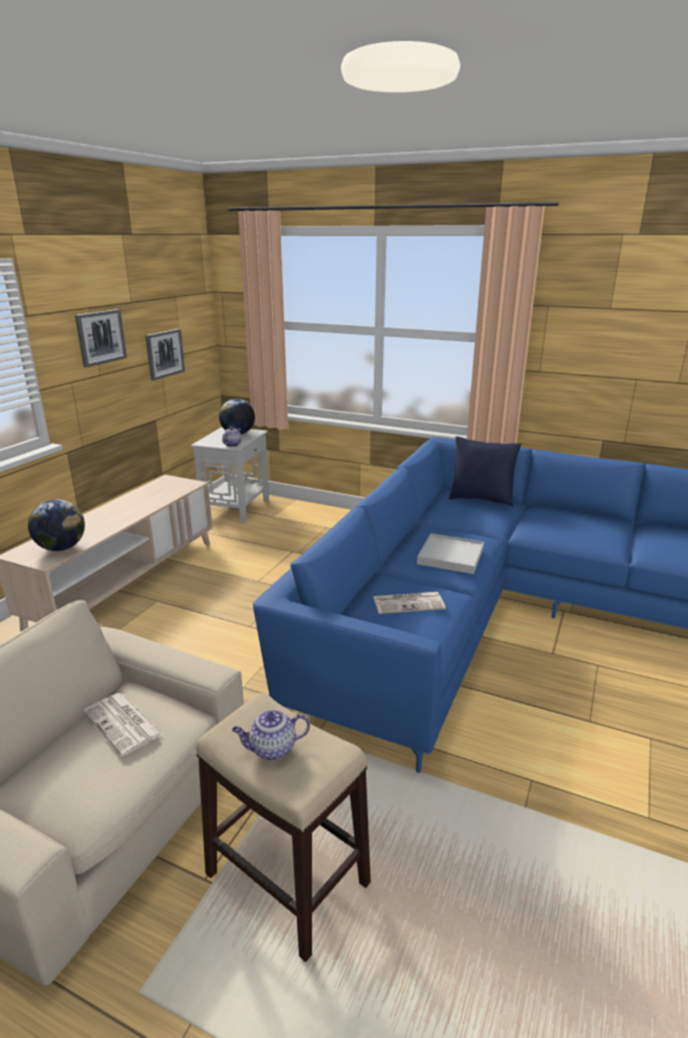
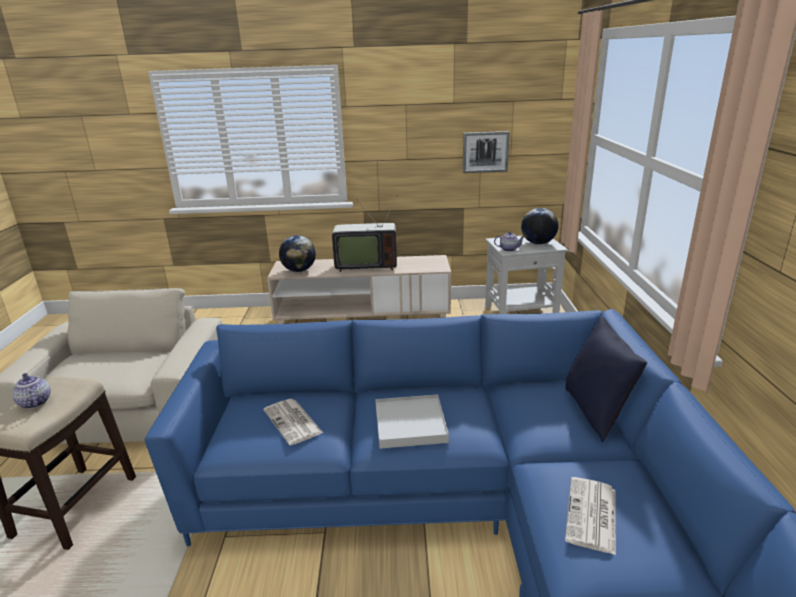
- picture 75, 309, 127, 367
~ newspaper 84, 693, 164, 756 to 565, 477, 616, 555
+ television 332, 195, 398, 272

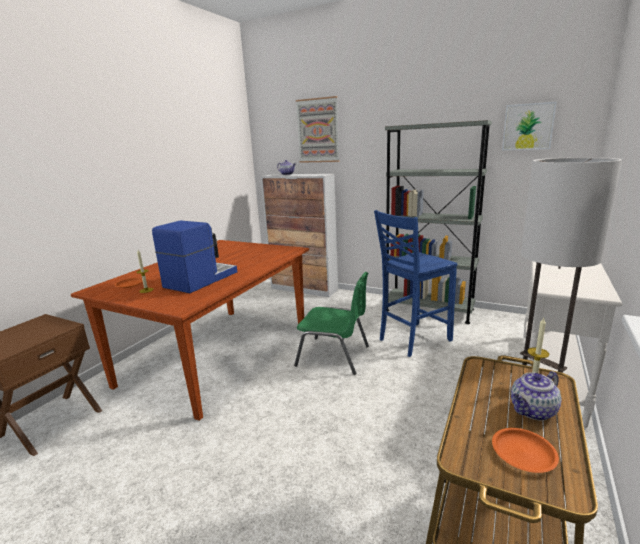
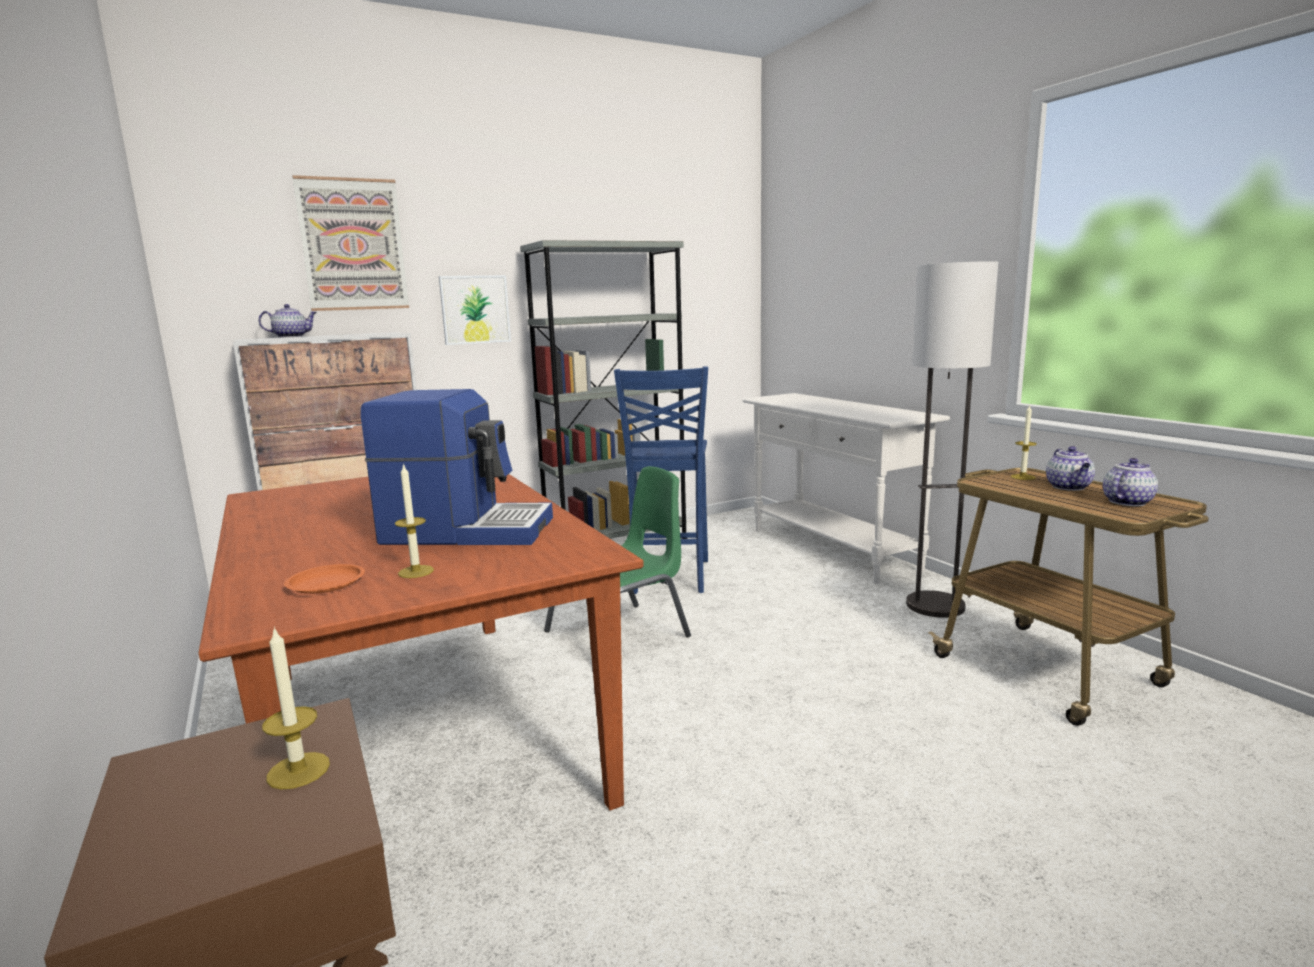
~ coffee machine 152, 221, 237, 293 = 361, 389, 553, 545 120 degrees clockwise
~ orange plate 492, 428, 559, 473 to teapot 1103, 458, 1158, 506
~ picture 502, 102, 557, 150 to 439, 275, 511, 345
+ candle 262, 626, 330, 790

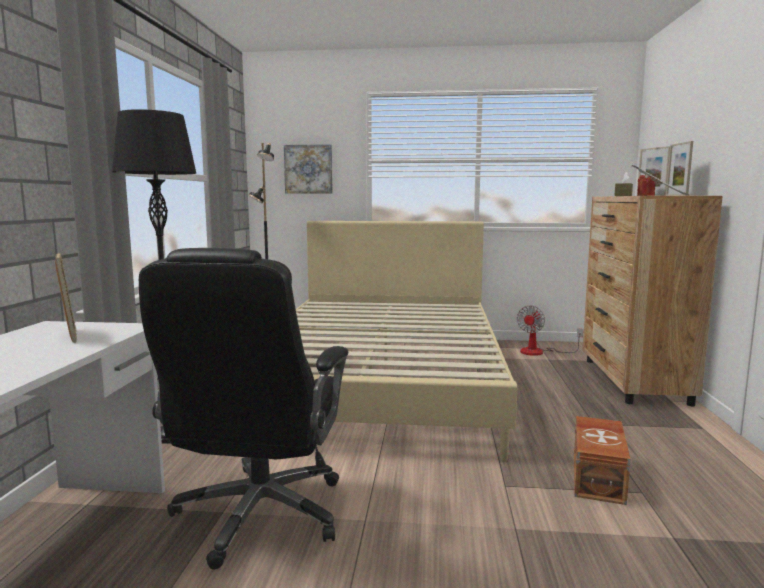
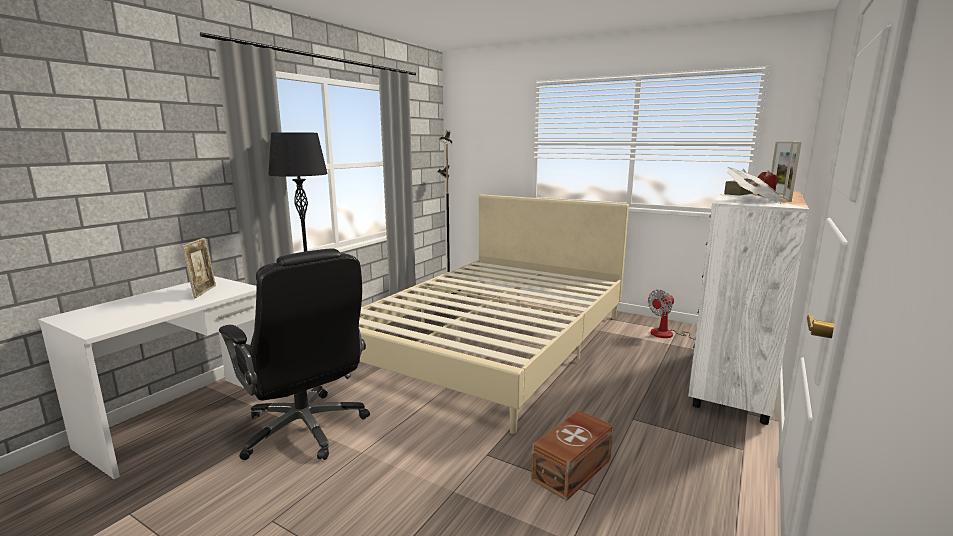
~ black office chair 139, 248, 348, 570 = 219, 249, 370, 460 75 degrees counterclockwise
- picture 284, 144, 333, 194
~ brown dresser 582, 196, 722, 407 to white dresser 688, 190, 809, 425

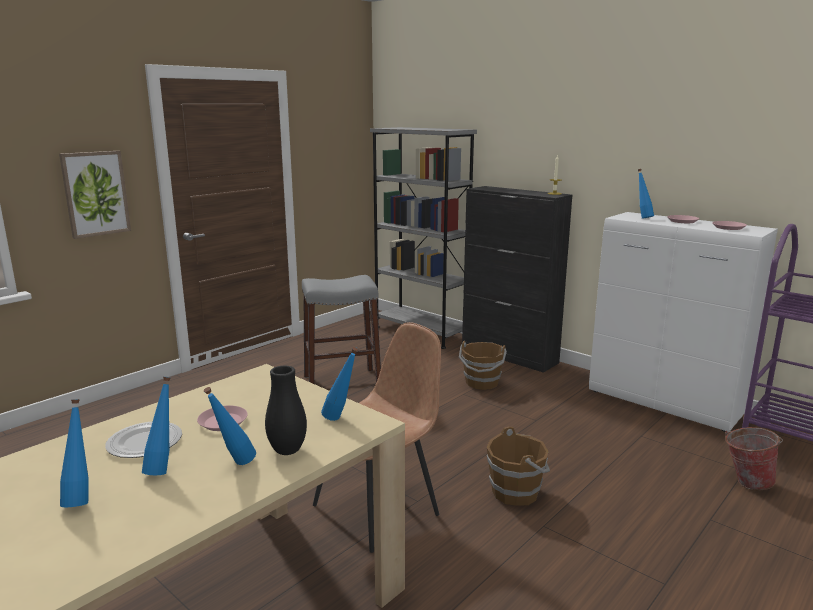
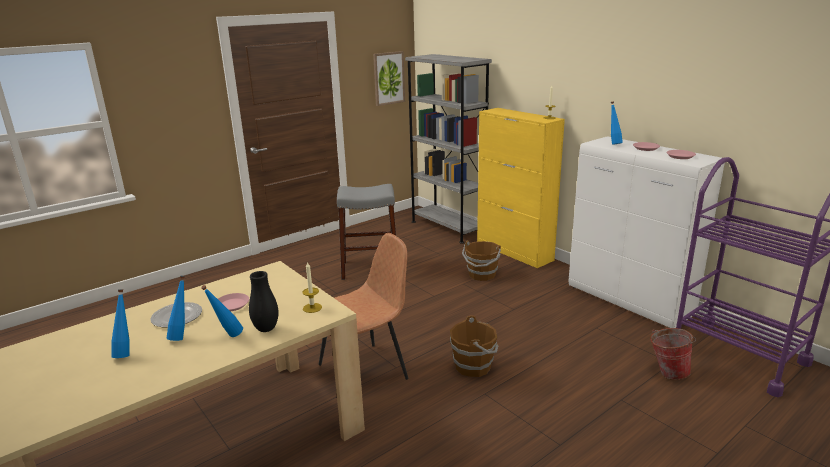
~ picture 59, 151, 131, 239 to 373, 51, 405, 106
~ blue bottle 321, 347, 358, 421 to candle 302, 261, 322, 313
~ black cabinet 462, 186, 572, 373 to yellow cabinet 477, 108, 565, 268

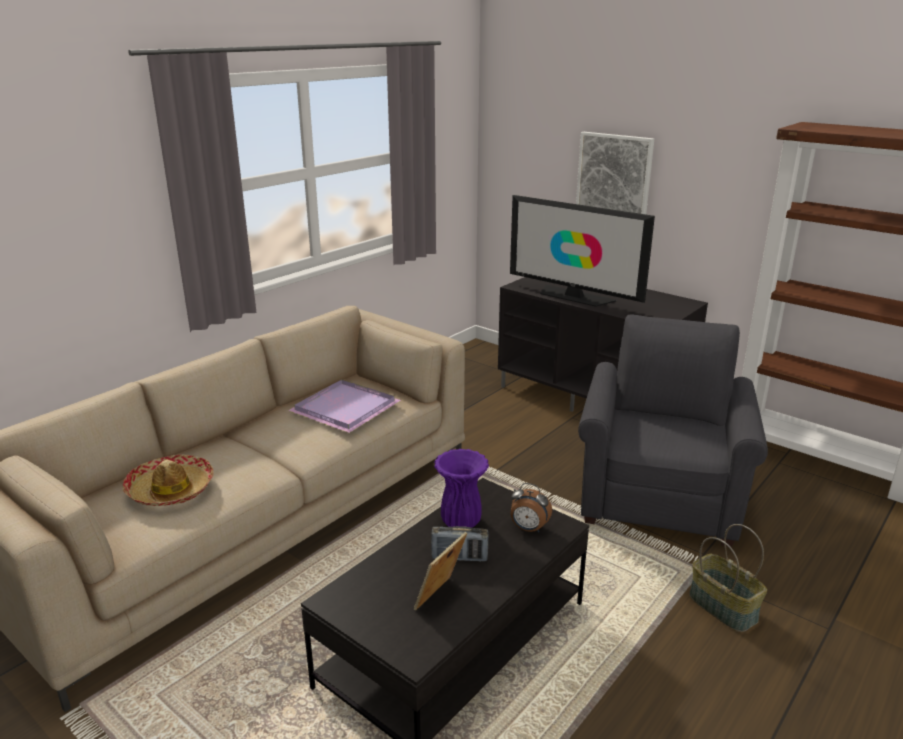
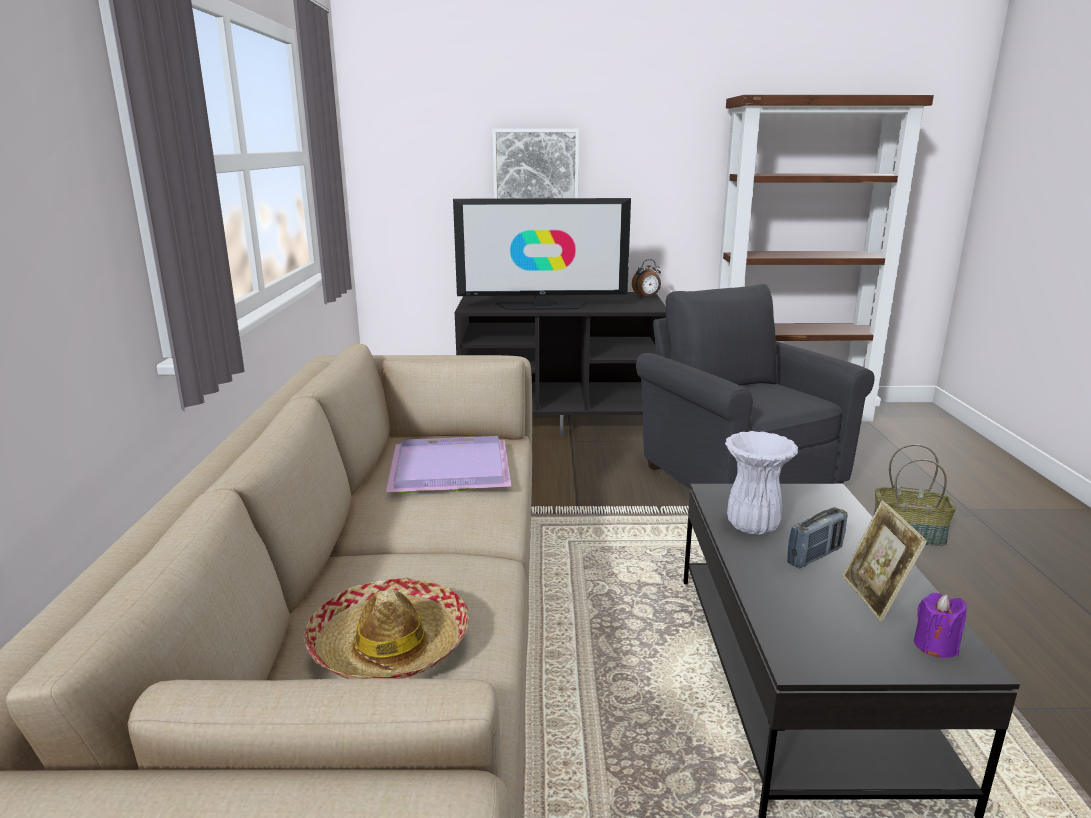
~ purple vase 434, 449, 489, 528 to white vase 725, 431, 798, 535
~ alarm clock 511, 483, 552, 533 to 632, 259, 661, 298
+ purple candle 914, 593, 967, 658

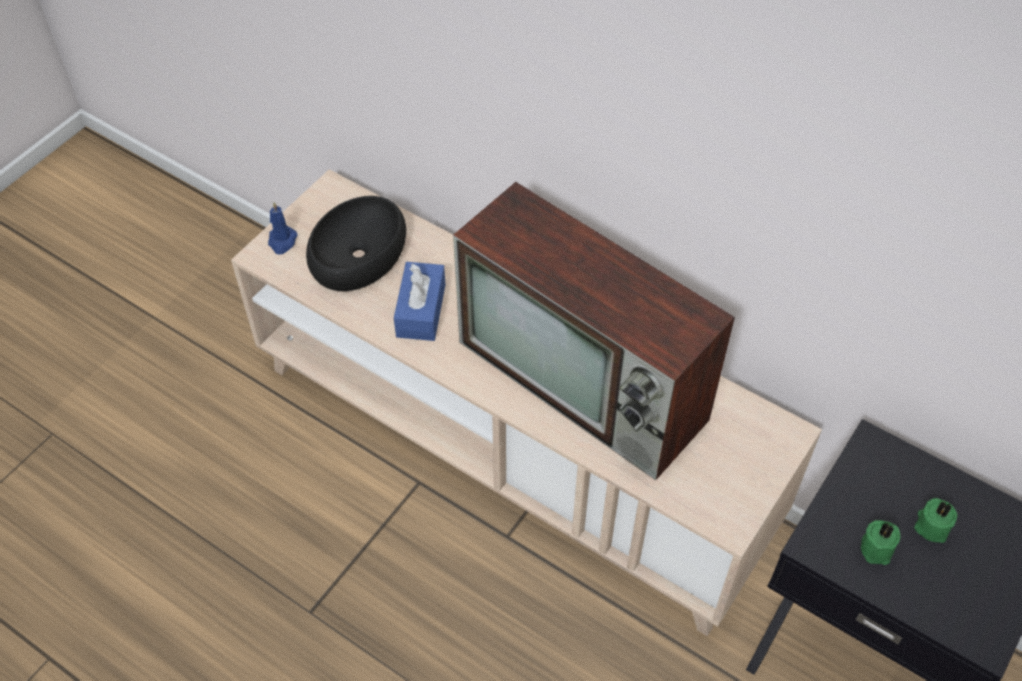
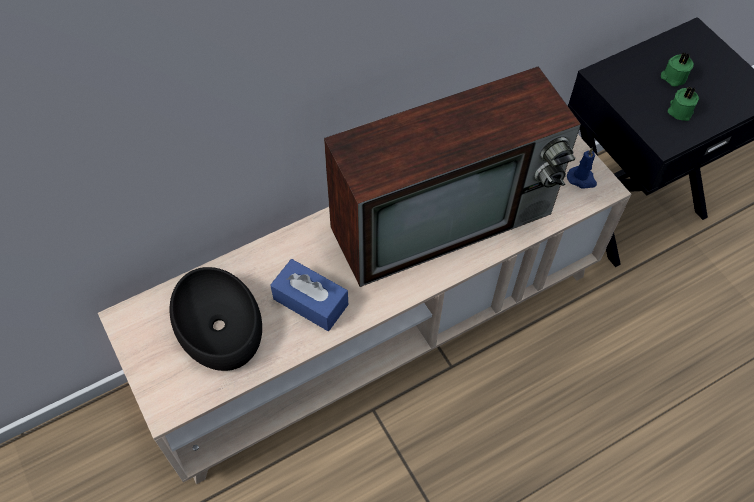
~ blue candle 268, 202, 298, 255 to 567, 147, 597, 189

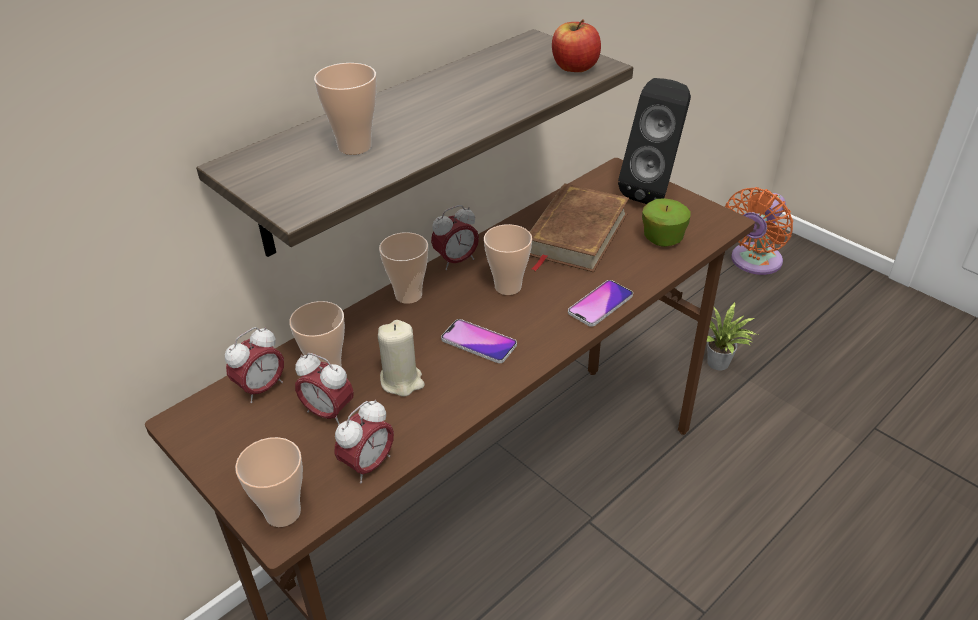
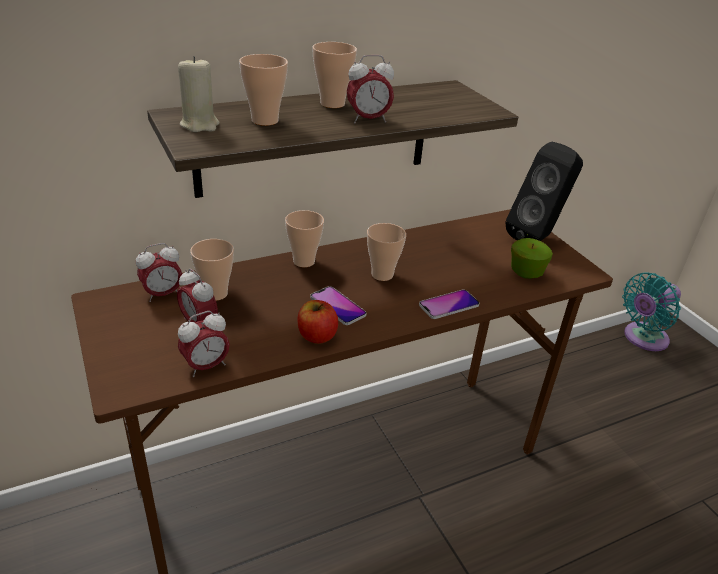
~ cup 235, 437, 303, 527 to 312, 42, 357, 108
~ beige candle 378, 320, 425, 397 to 178, 56, 219, 132
~ alarm clock 431, 205, 479, 270 to 347, 55, 394, 124
- brown book 530, 183, 629, 272
~ apple 552, 19, 601, 72 to 298, 300, 338, 344
- potted plant 707, 302, 758, 370
~ orange fan 725, 187, 793, 275 to turquoise fan 622, 273, 681, 351

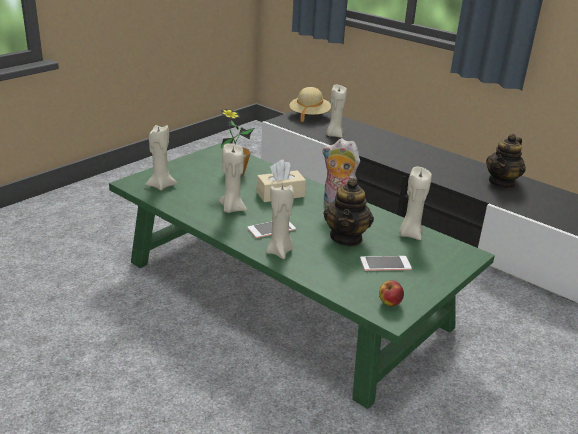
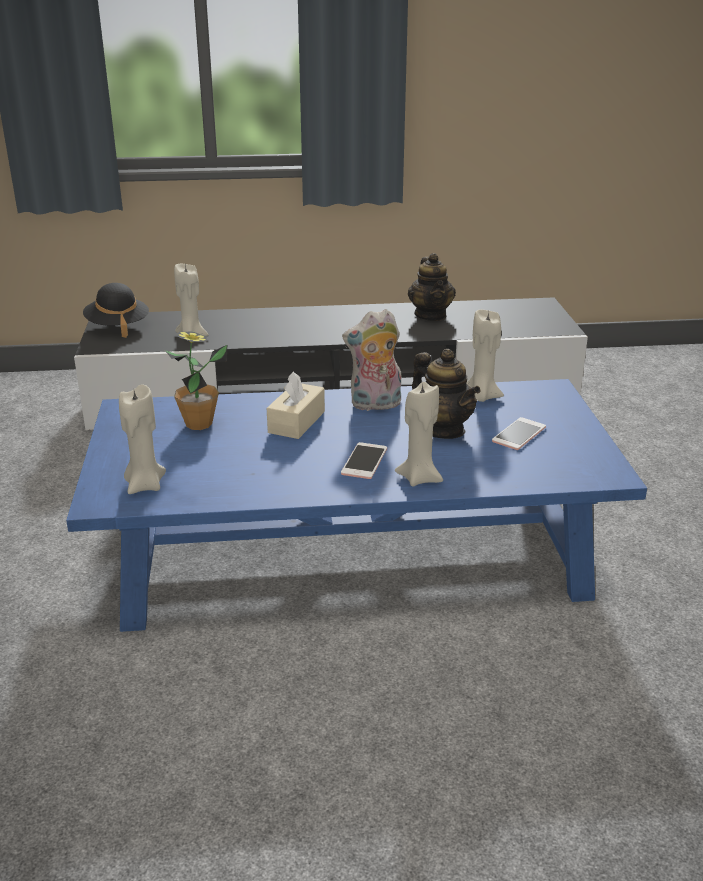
~ green coffee table 109, 143, 495, 409 to blue coffee table 66, 379, 647, 632
- beige candle 219, 143, 247, 213
~ beige hat 289, 87, 331, 123 to black hat 83, 283, 149, 338
- apple 379, 280, 404, 306

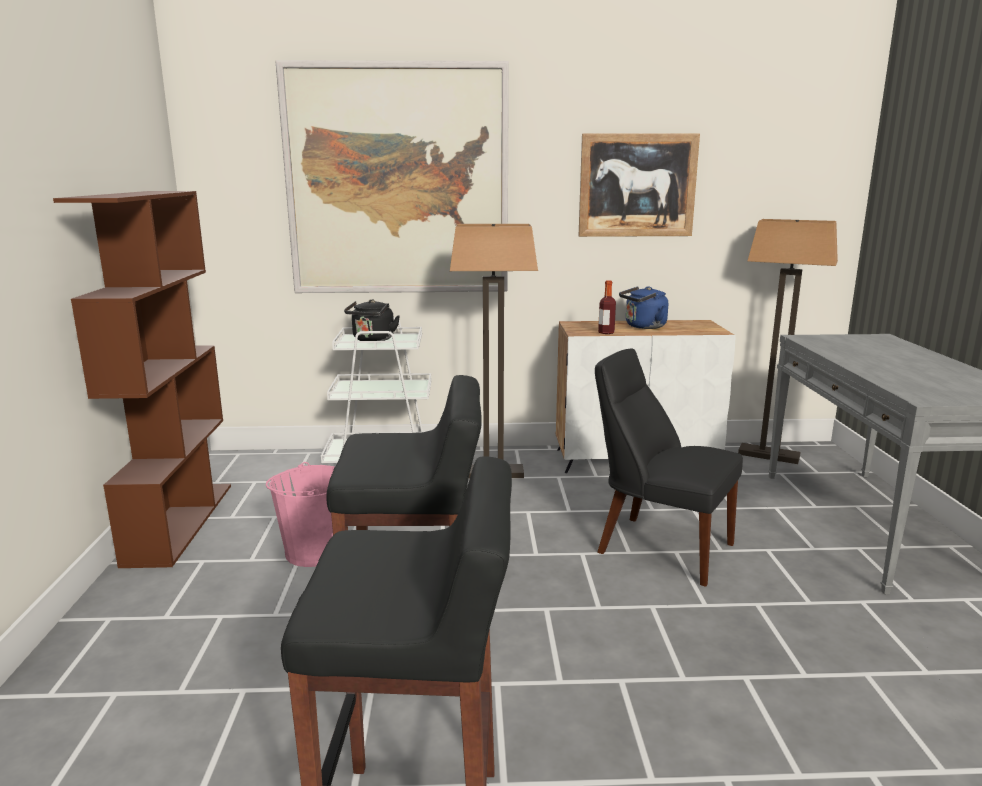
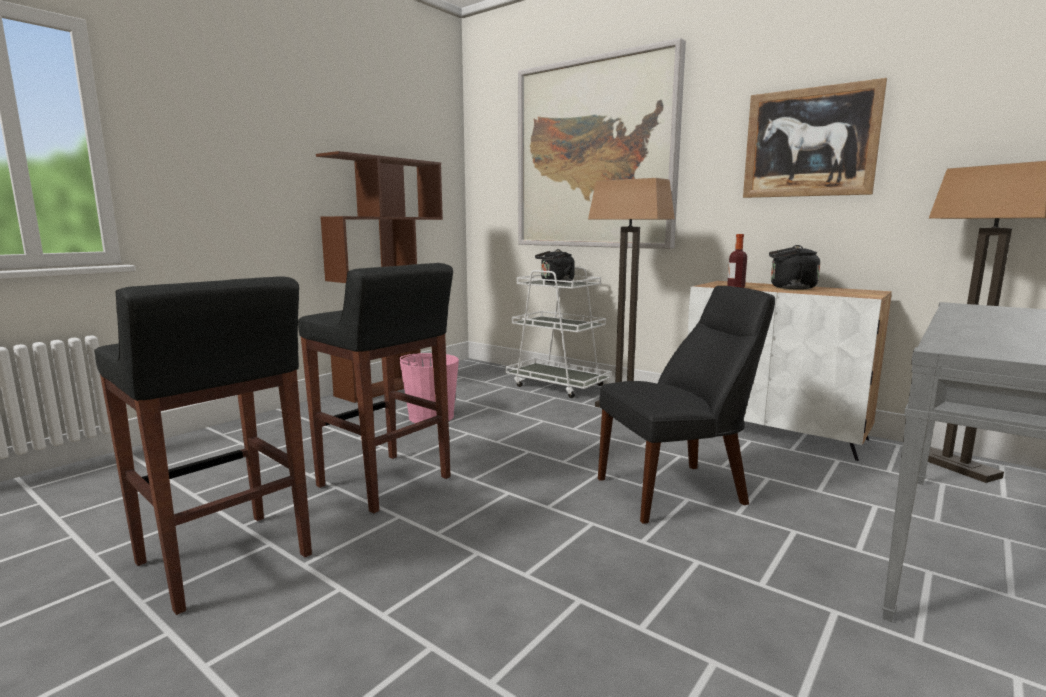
~ black chair 595, 348, 743, 587 = 598, 286, 775, 524 90 degrees clockwise
~ blue kettle 619, 286, 668, 329 to black kettle 769, 245, 820, 289

